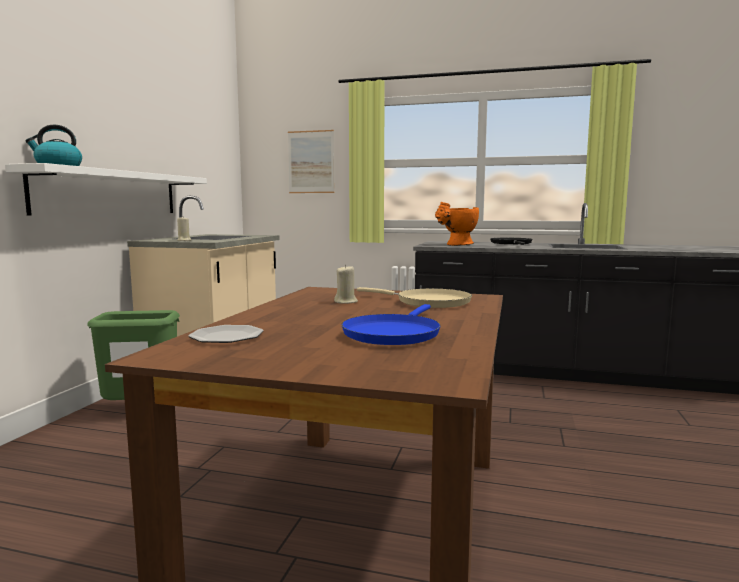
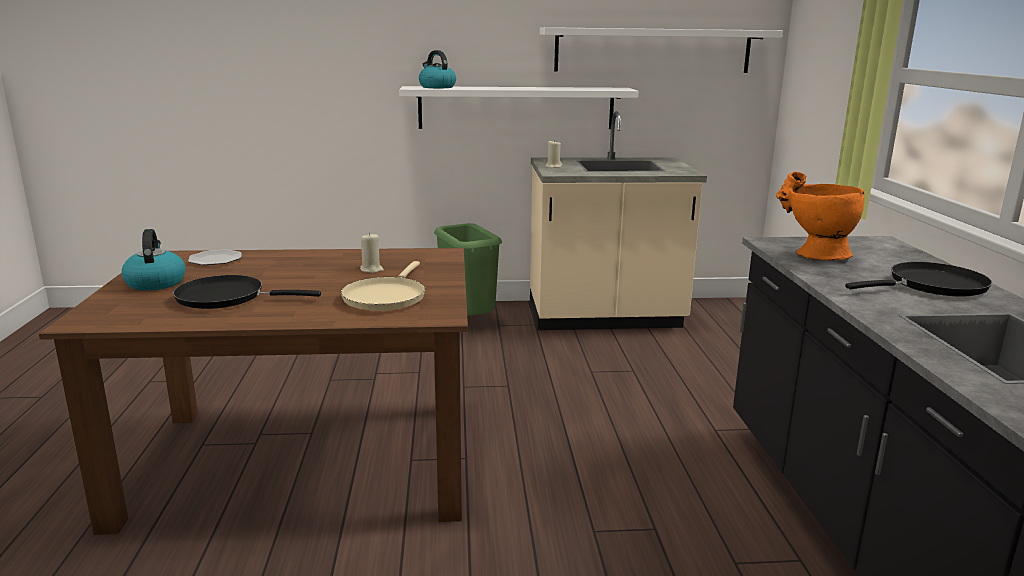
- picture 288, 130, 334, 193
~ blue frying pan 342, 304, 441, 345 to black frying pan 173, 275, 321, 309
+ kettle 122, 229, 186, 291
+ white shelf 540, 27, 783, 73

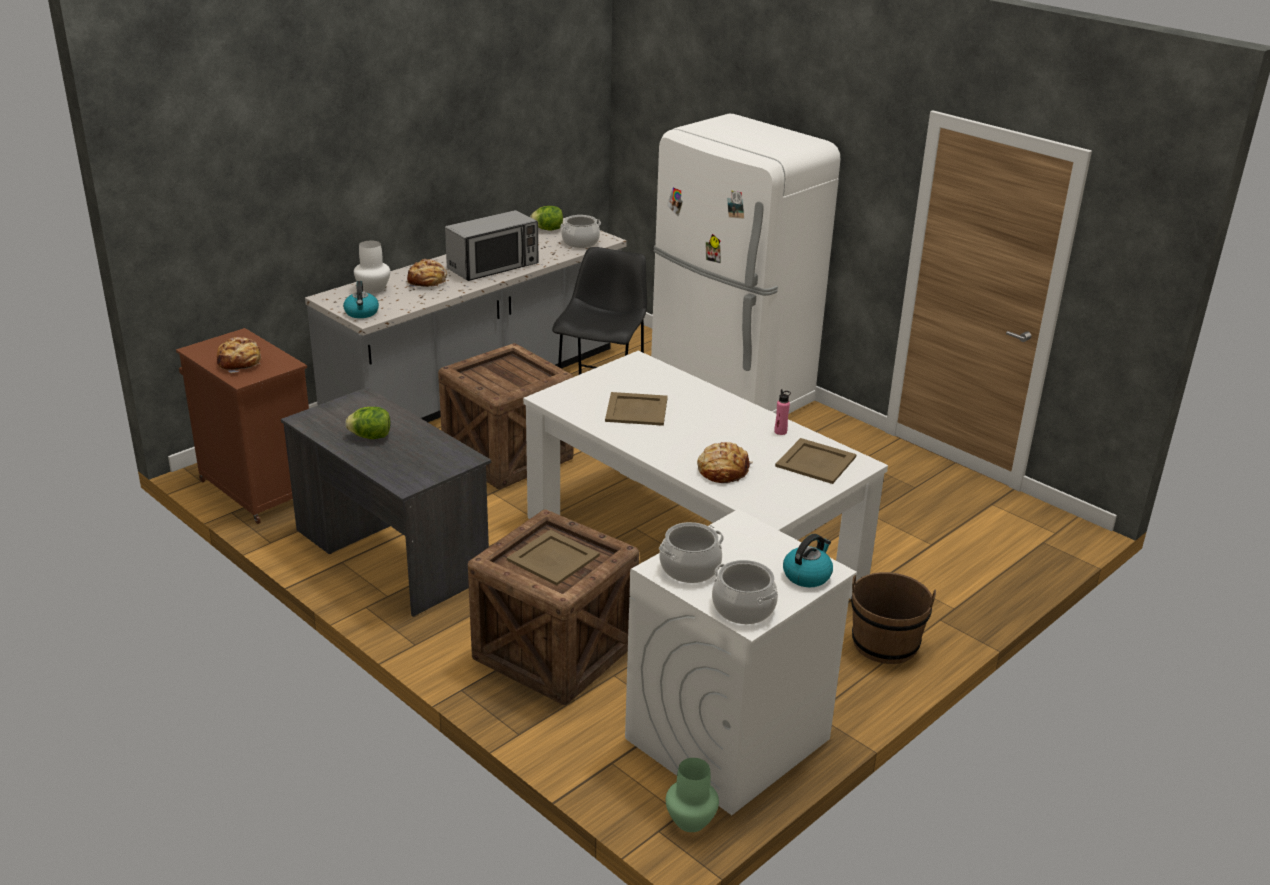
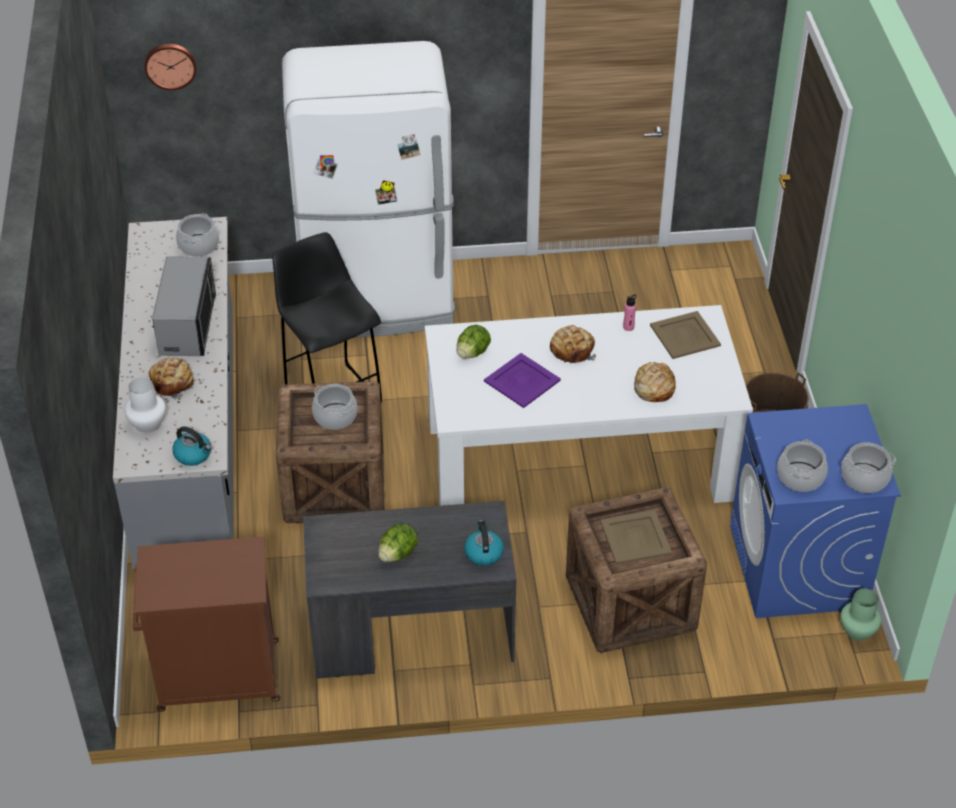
~ bread 217, 337, 262, 373 to 550, 325, 596, 363
~ lettuce 530, 206, 563, 231 to 457, 325, 491, 359
~ beige tray 605, 392, 668, 426 to purple tray 484, 353, 561, 408
~ white washing machine 625, 509, 857, 815 to blue washing machine 730, 404, 901, 618
~ kettle 783, 534, 833, 587 to 464, 520, 504, 566
+ wall clock 144, 44, 196, 90
+ cooking pot 312, 384, 358, 430

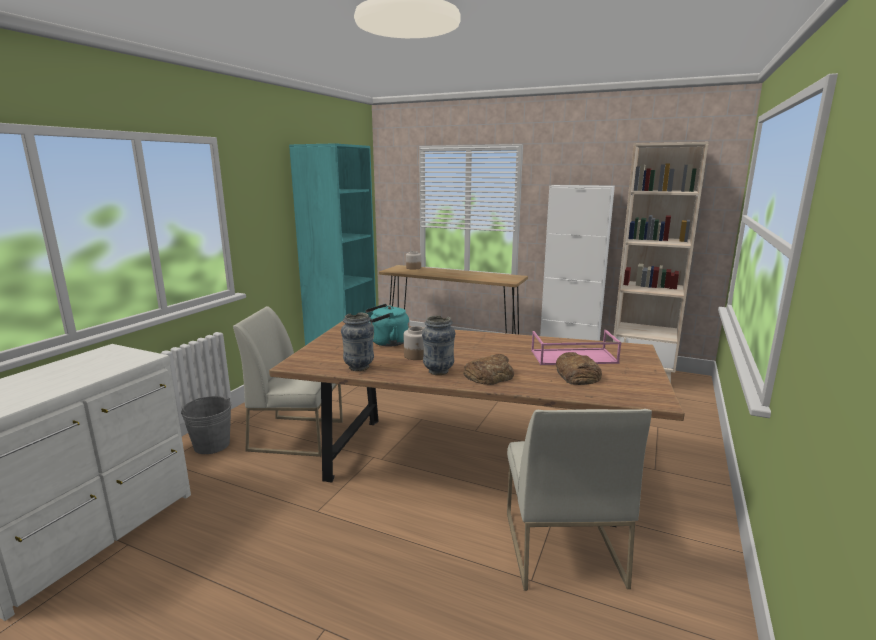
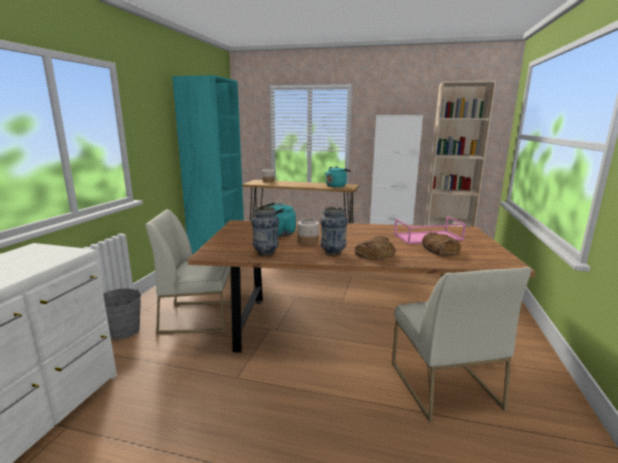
+ turquoise kettle 325, 166, 351, 187

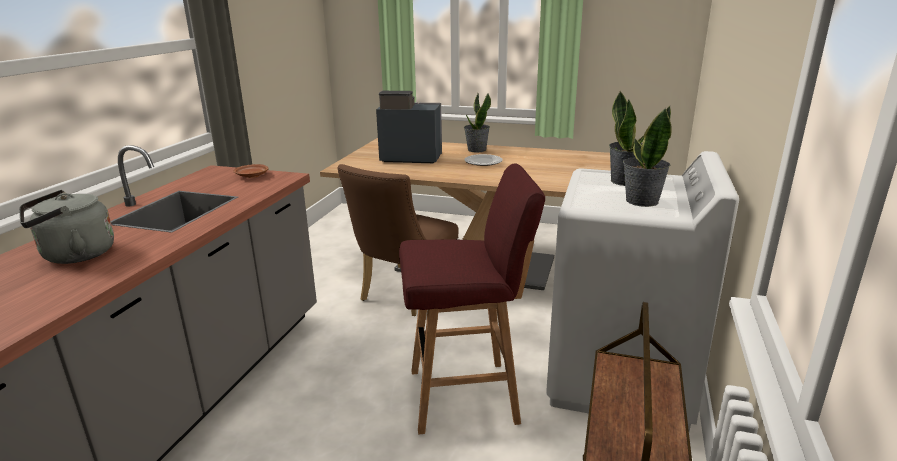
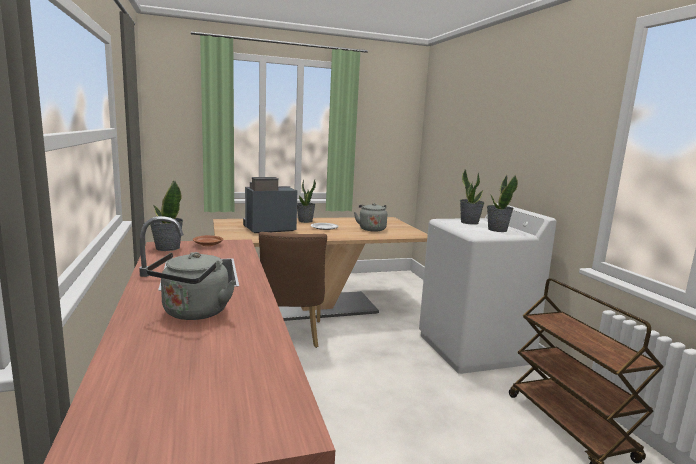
- red stool 399, 164, 545, 434
+ potted plant 150, 181, 183, 251
+ grey kettle 354, 203, 387, 232

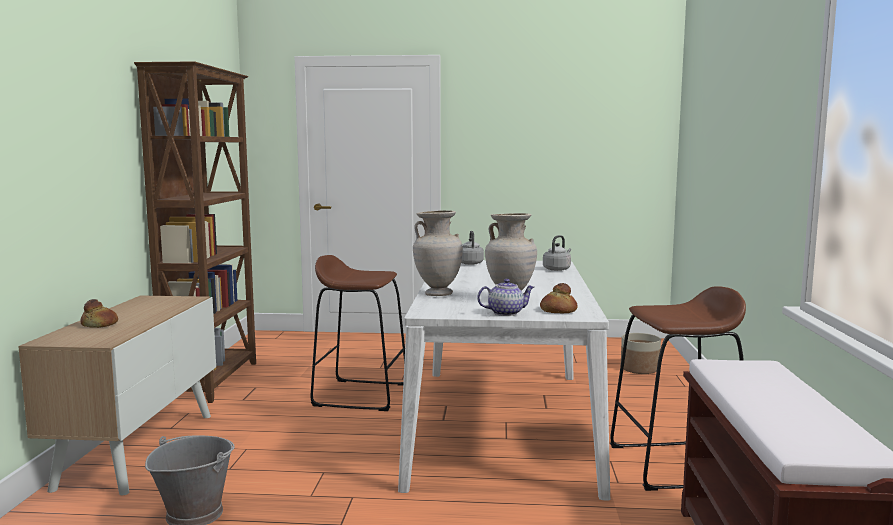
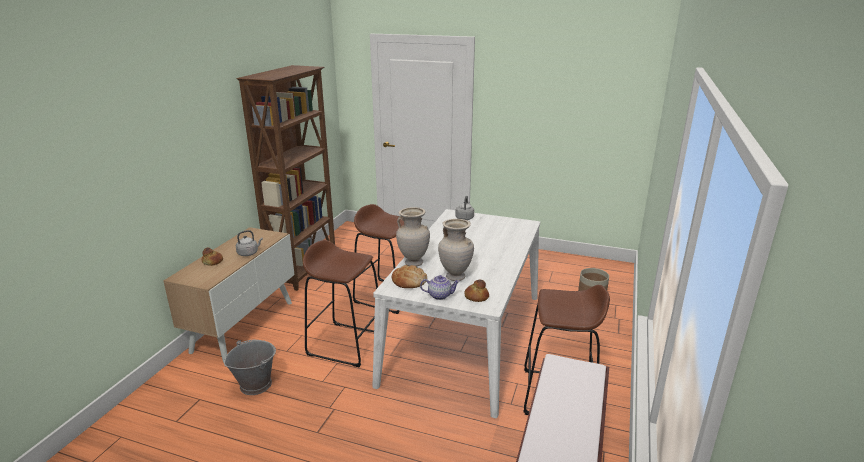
~ grey kettle 543, 235, 571, 271 to 236, 230, 263, 256
+ brown stool 303, 240, 378, 367
+ bread 392, 265, 427, 288

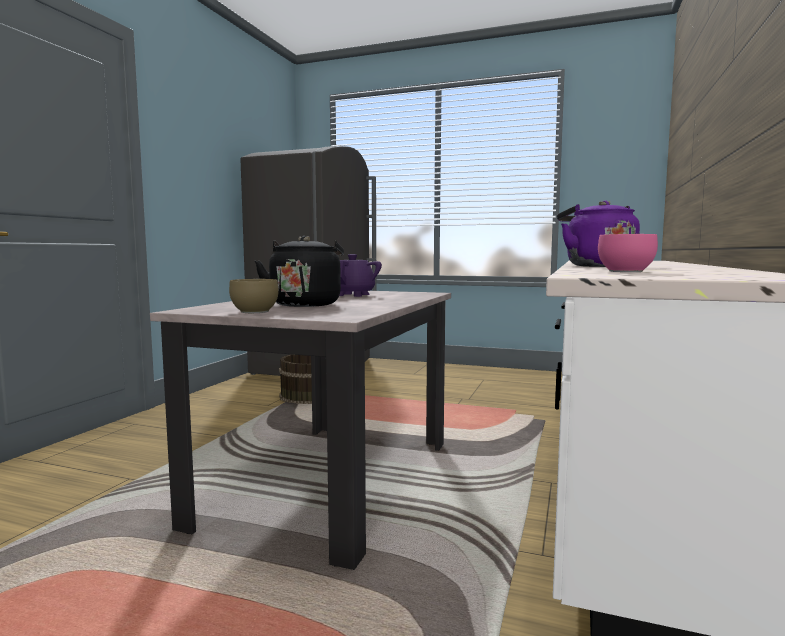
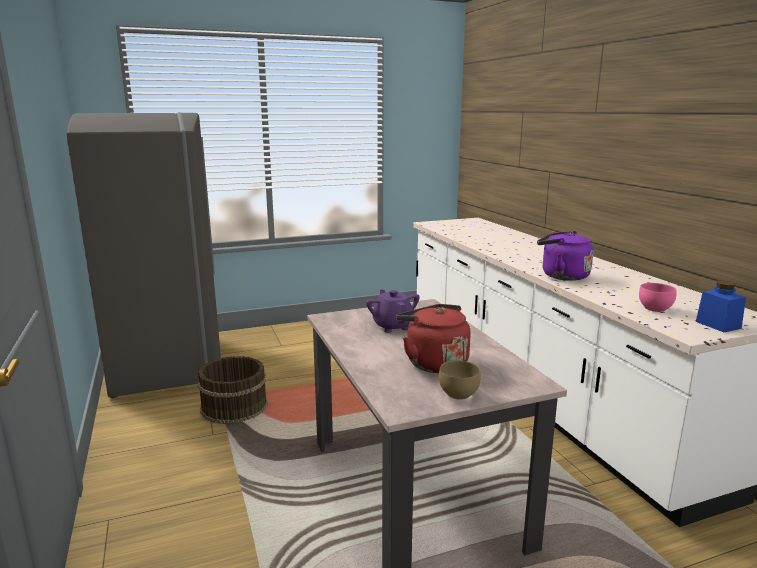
~ black kettle 255, 236, 344, 307 to red kettle 396, 304, 471, 373
+ blue jar 696, 281, 746, 332

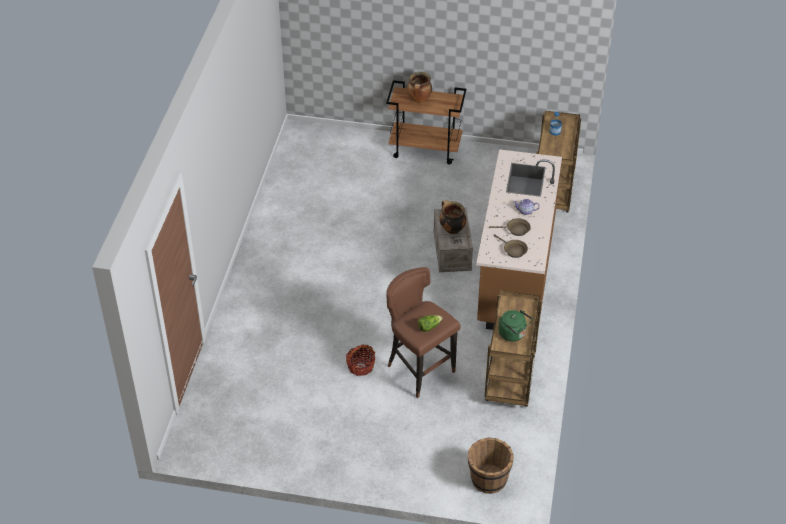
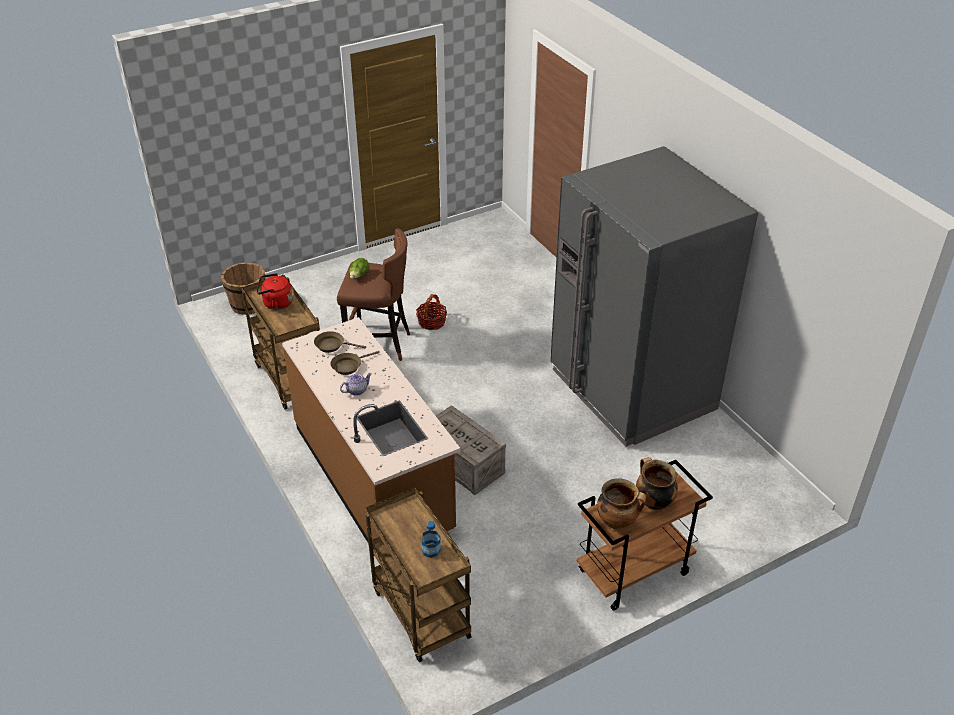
~ cooking pot 439, 200, 467, 234 to 597, 478, 647, 529
~ green kettle 499, 310, 532, 342 to red kettle 256, 273, 293, 310
+ grey fridge 550, 146, 758, 447

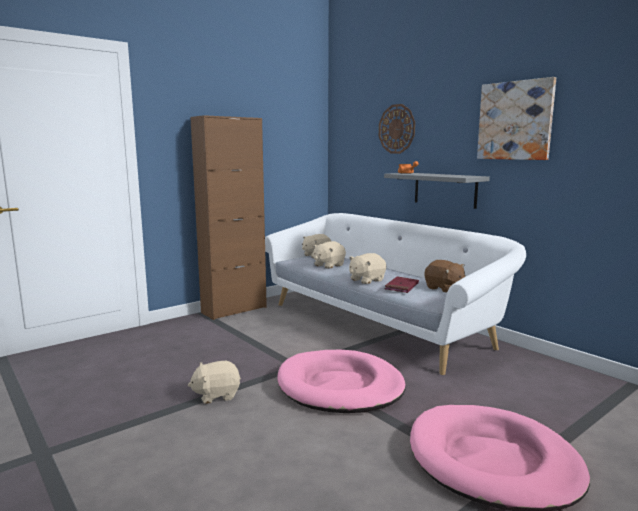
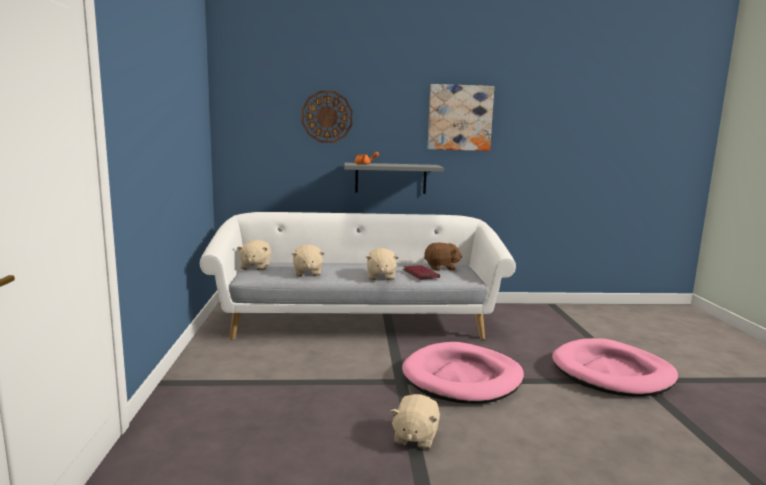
- brown cabinet 190, 115, 267, 320

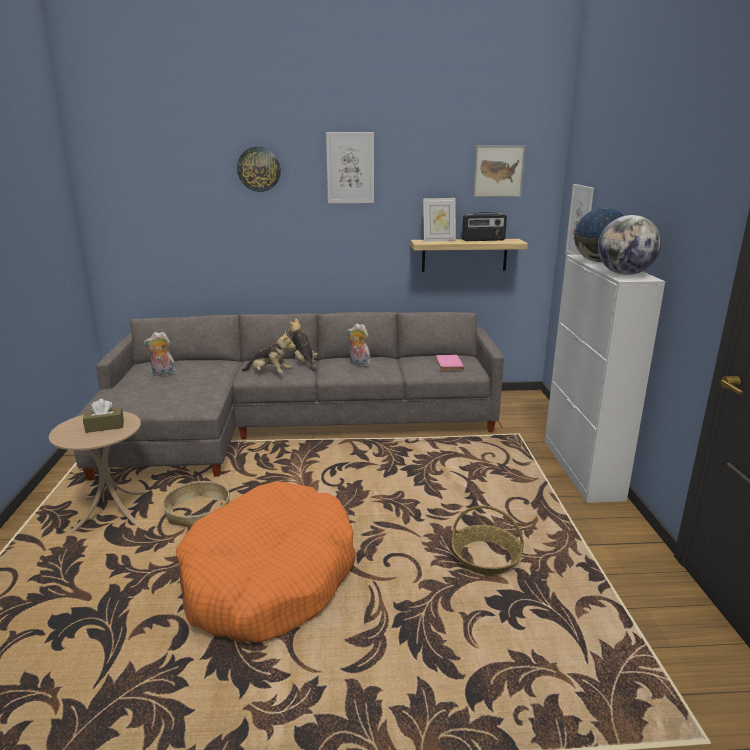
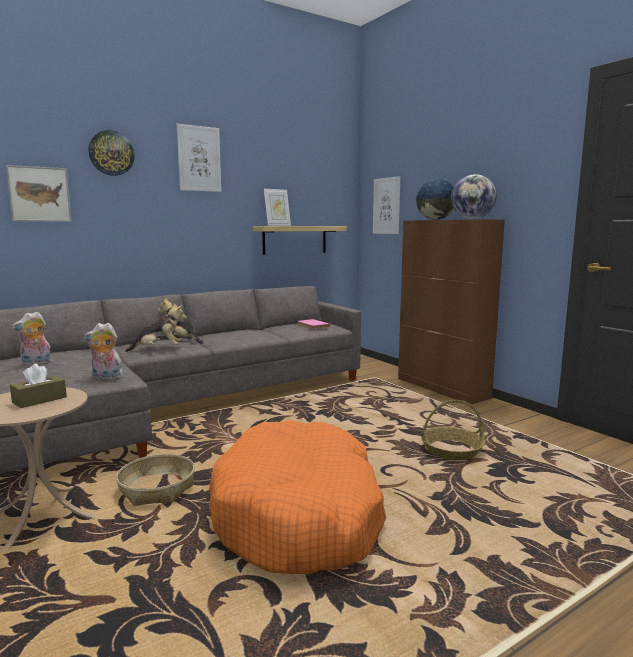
~ plush toy 347, 323, 371, 367 to 84, 323, 123, 380
- radio 462, 212, 507, 241
~ picture 473, 146, 525, 197 to 6, 165, 72, 222
~ white cabinet 545, 255, 665, 503 to brown cabinet 398, 219, 505, 404

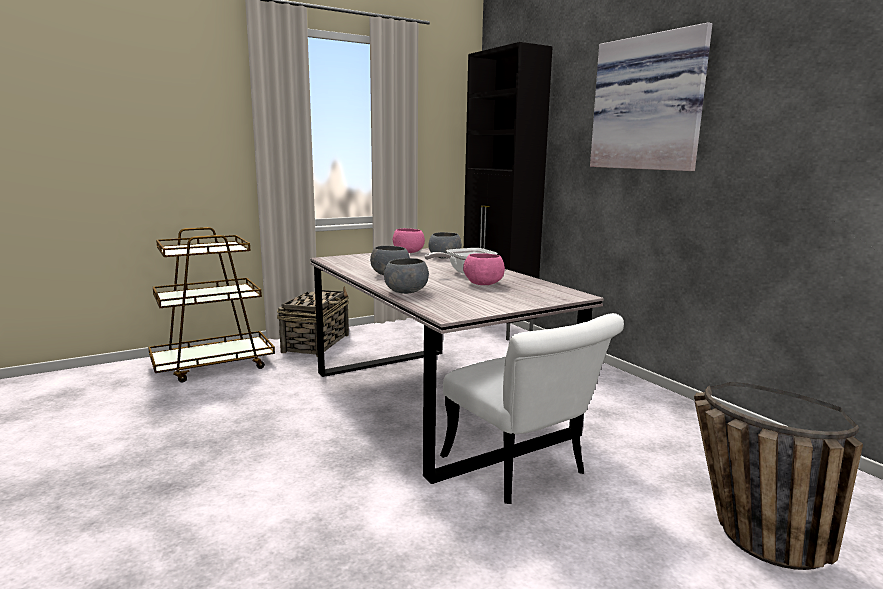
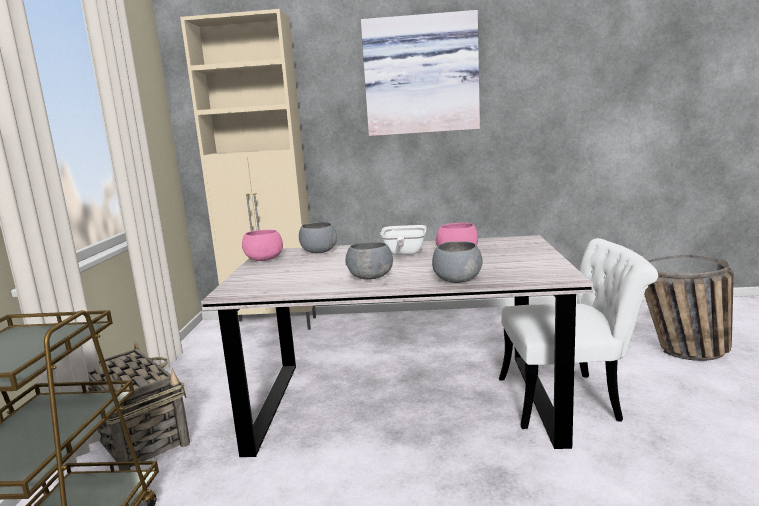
~ black cabinet 464, 42, 553, 341 to beige cabinet 180, 9, 316, 330

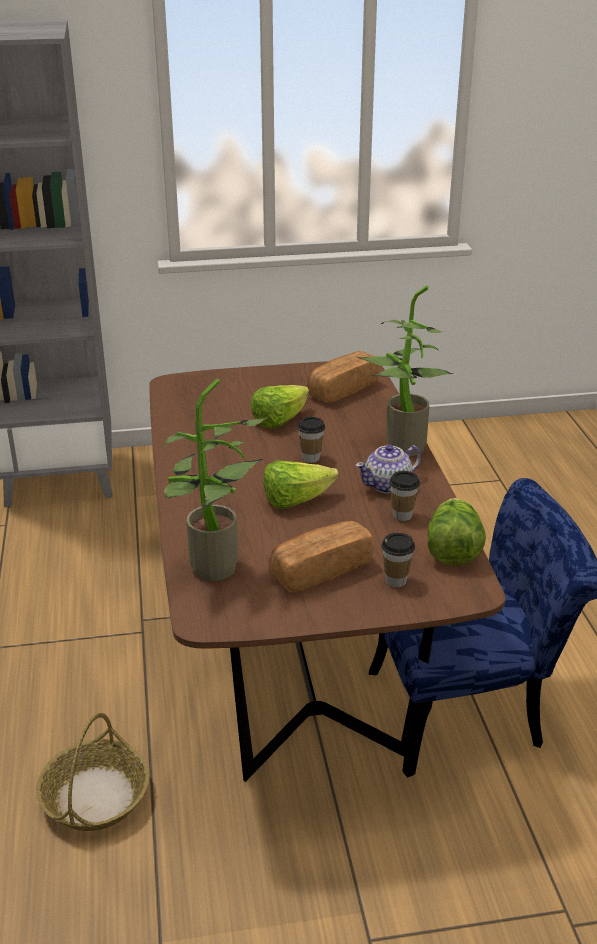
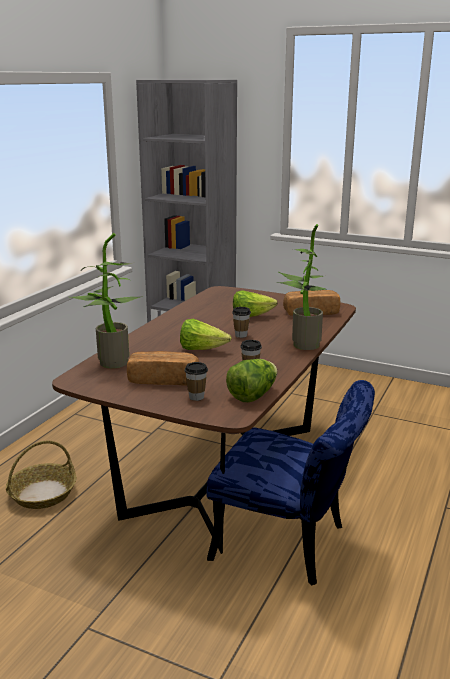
- teapot 355, 445, 421, 494

